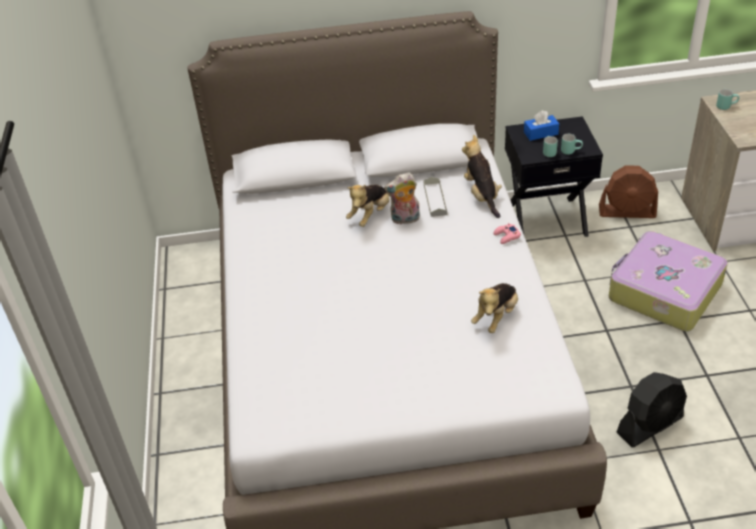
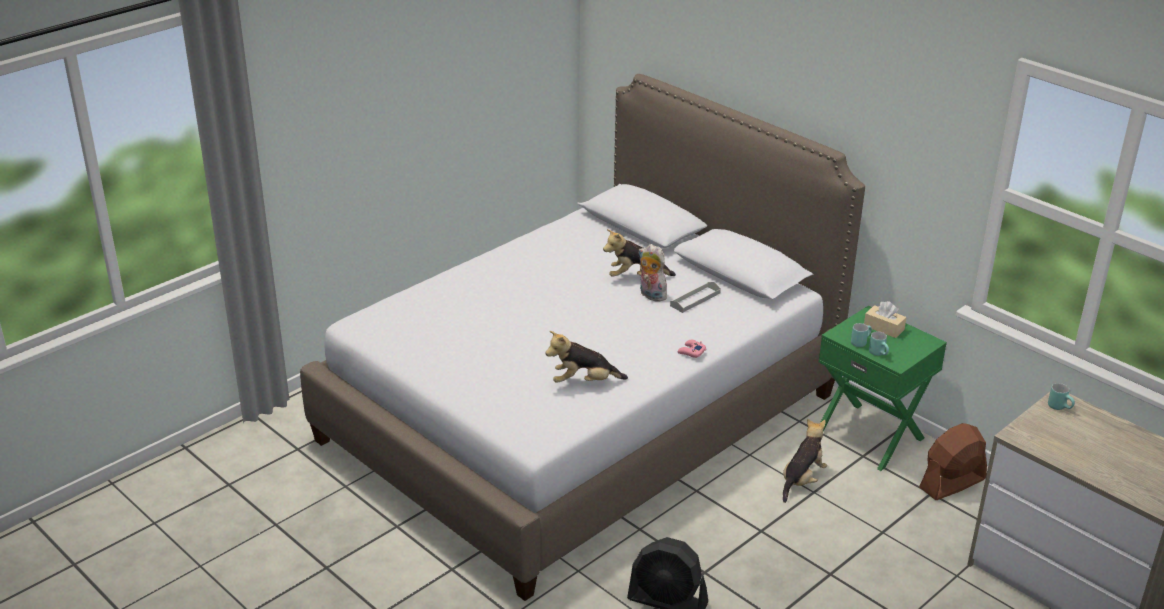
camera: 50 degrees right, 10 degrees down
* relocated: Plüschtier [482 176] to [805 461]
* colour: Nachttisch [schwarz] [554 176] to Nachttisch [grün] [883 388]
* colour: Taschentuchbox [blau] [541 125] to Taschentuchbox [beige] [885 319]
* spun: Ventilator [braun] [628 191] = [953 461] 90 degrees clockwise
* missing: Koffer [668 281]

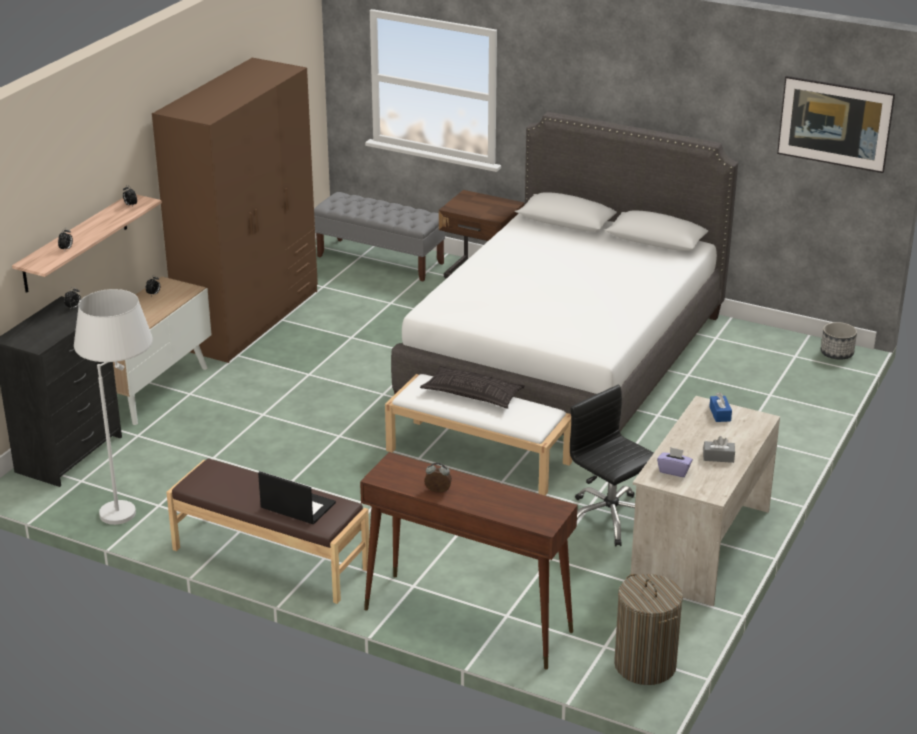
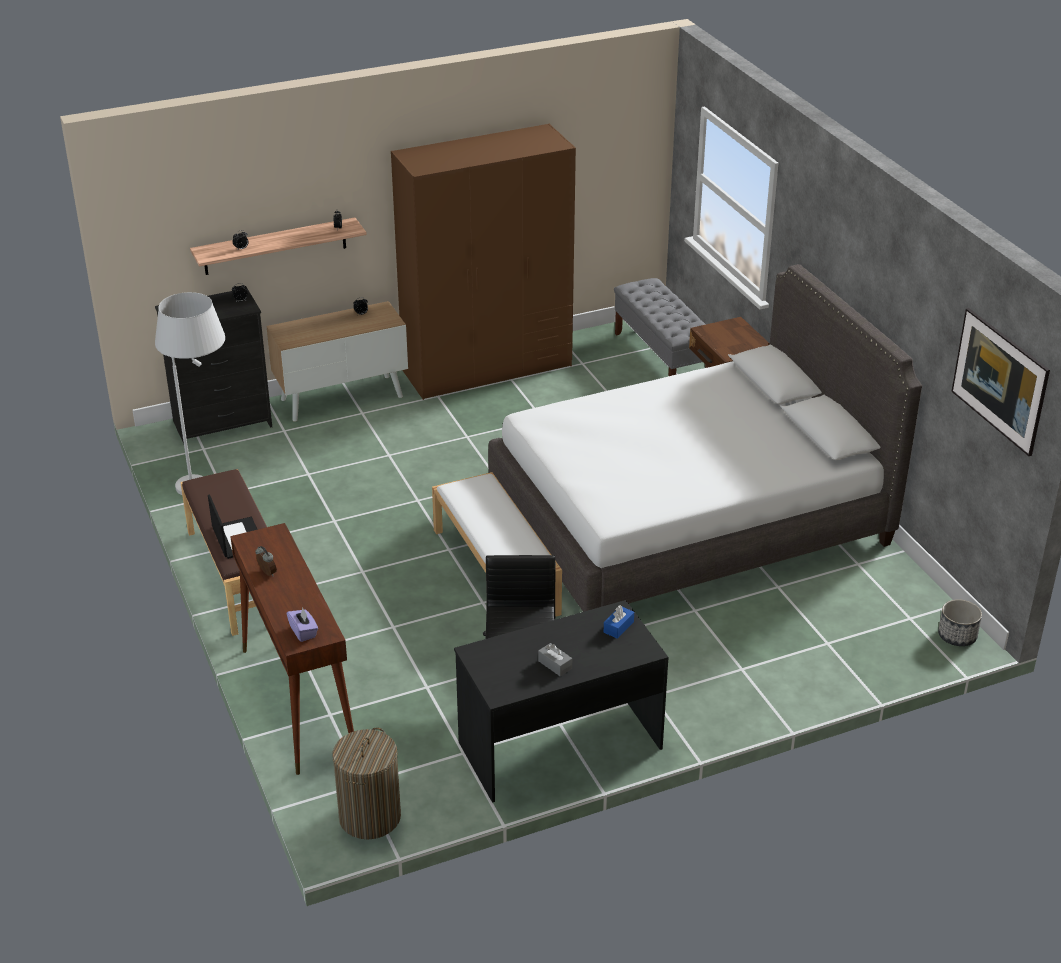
camera: 40 degrees right, 5 degrees up
* missing: Kissen [472 387]
* colour: Schreibtisch [beige] [705 501] to Schreibtisch [schwarz] [561 701]
* relocated: Taschentuchbox [lila] [675 462] to [302 625]

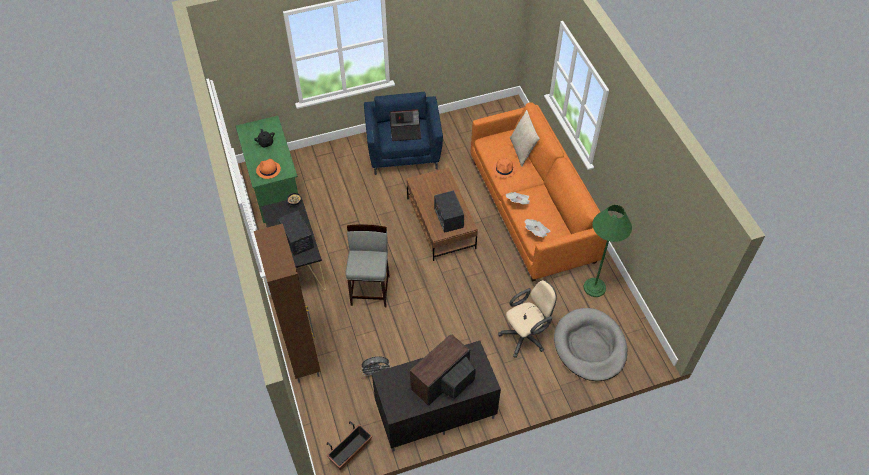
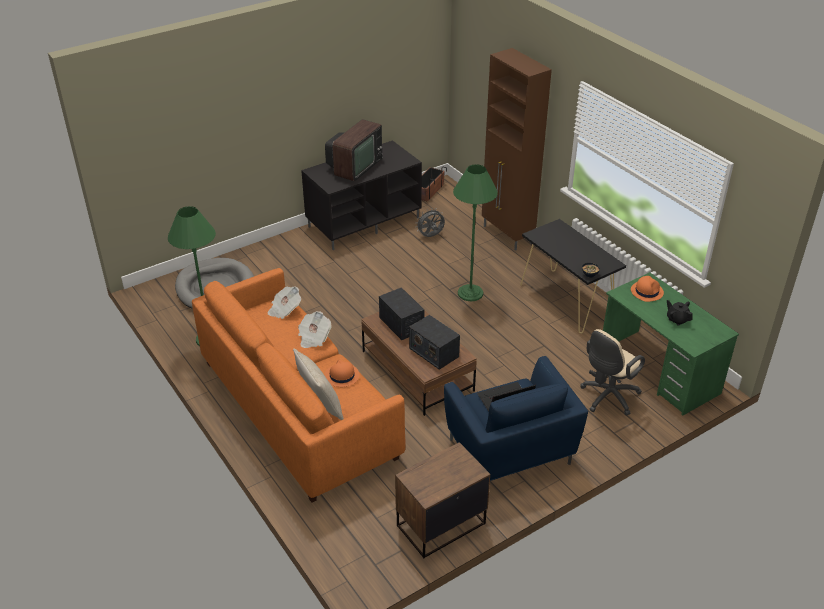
camera: 165 degrees right, 15 degrees down
* relocated: Radio [296 233] to [434 342]
* exchanged: Hocker [grau] [367 266] to Stehlampe [grün] [475 232]
* relocated: Bürostuhl [beige] [527 319] to [612 372]
* appeared: Nachttisch [braun] [442 500]

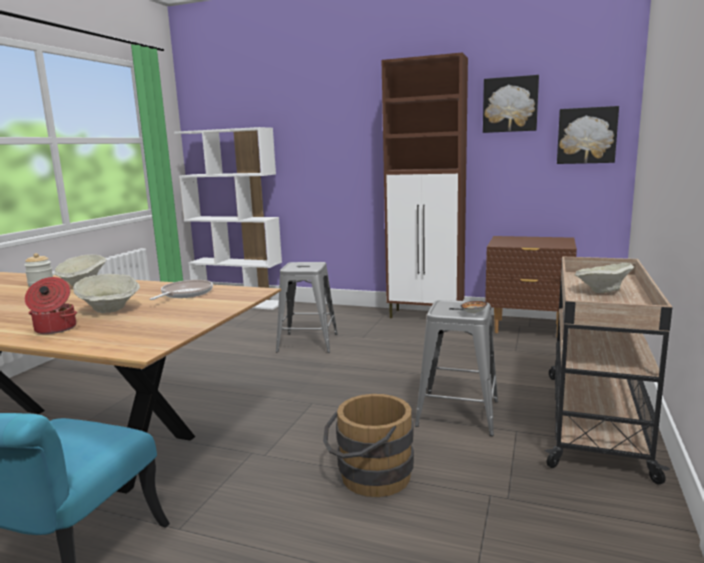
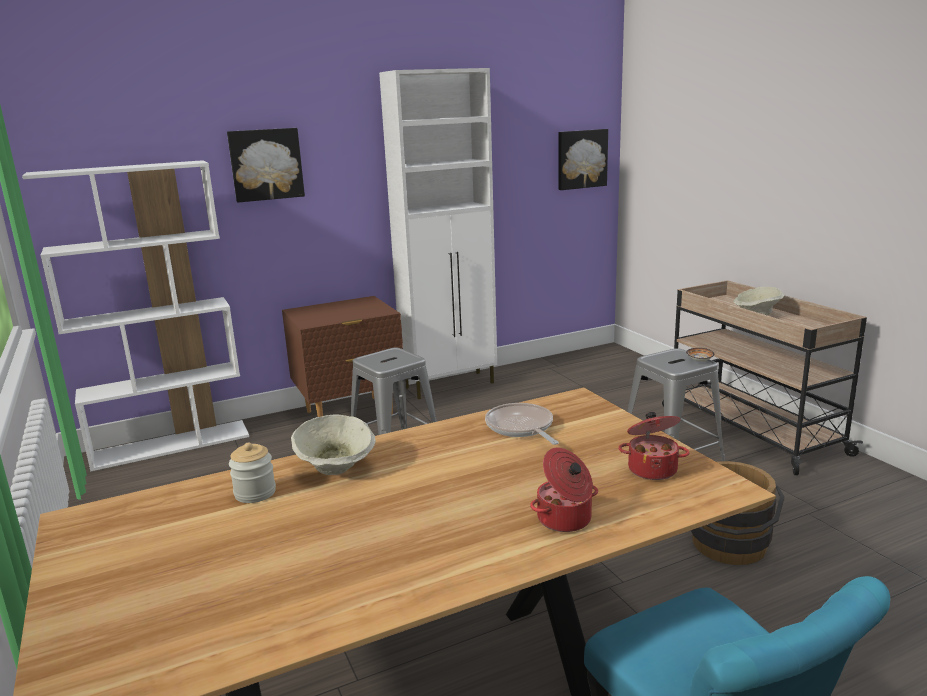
camera: 45 degrees left, 5 degrees up
* missing: Schüssel [beige] [106 293]
* colour: Schrank [braun] [425 185] to Schrank [weiß] [438 233]
* relocated: Bild [511 104] to [266 165]
* relocated: Nachttisch [braun] [531 284] to [342 356]
* appeared: Kochtopf [654 446]

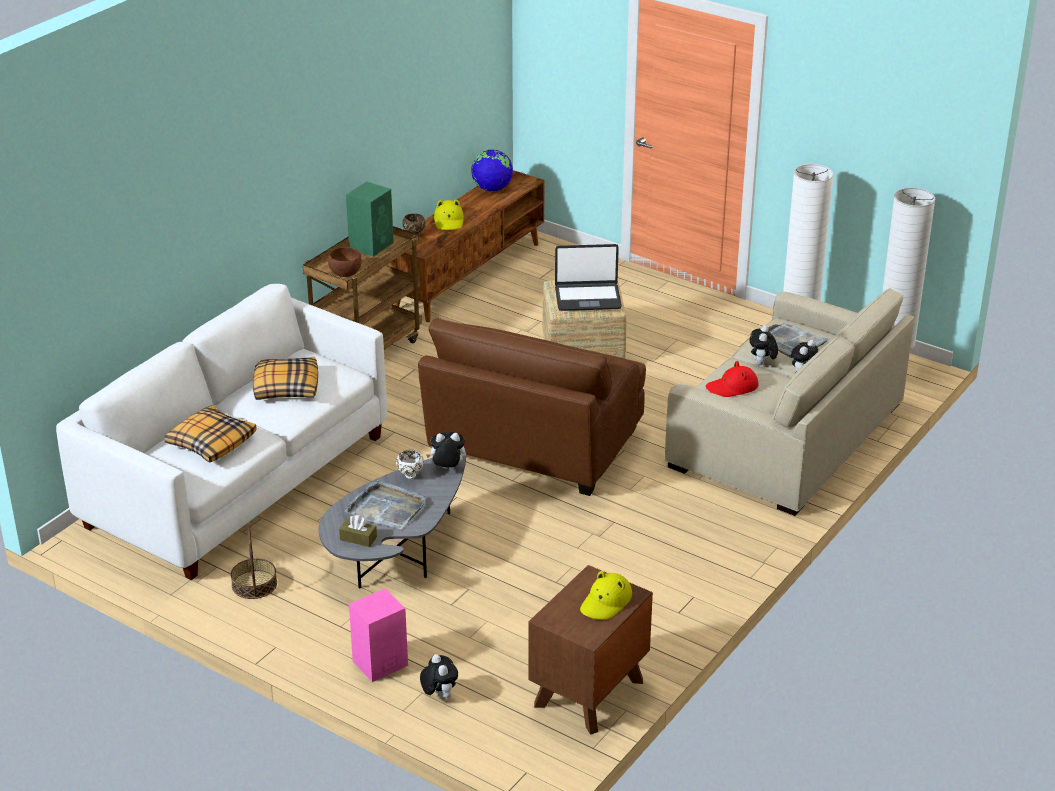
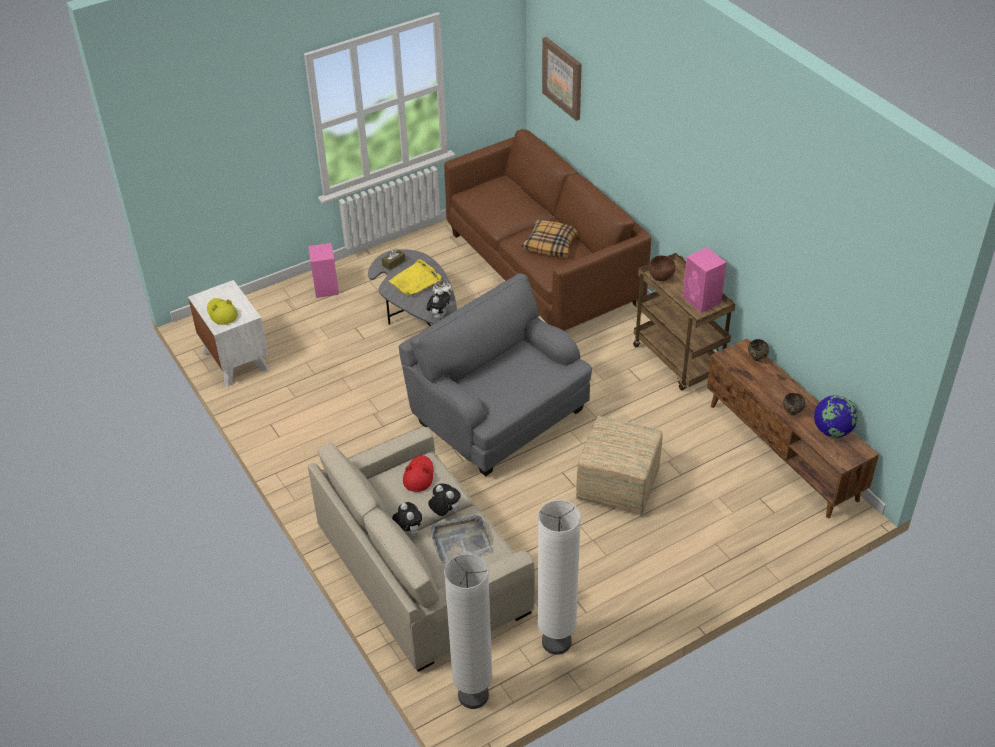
camera: 115 degrees right, 10 degrees up
* colour: Sofa [weiß] [221 432] to Sofa [braun] [547 230]
* missing: Kissen [210 434]
* missing: Korb [253 561]
* colour: Tablett [grau] [385 504] to Tablett [gelb] [415 278]
* colour: Lautsprecher [grün] [370 219] to Lautsprecher [rosa] [704 280]
* colour: Sessel [braun] [532 407] to Sessel [grau] [495 374]
* missing: Plüschtier [439 676]
* missing: Hut [gelb] [449 214]
* colour: Nachttisch [braun] [590 650] to Nachttisch [weiß] [228 333]
* missing: Laptop [588 277]
* appeared: Bild [562 79]
* appeared: Schüssel [braun] [794 404]

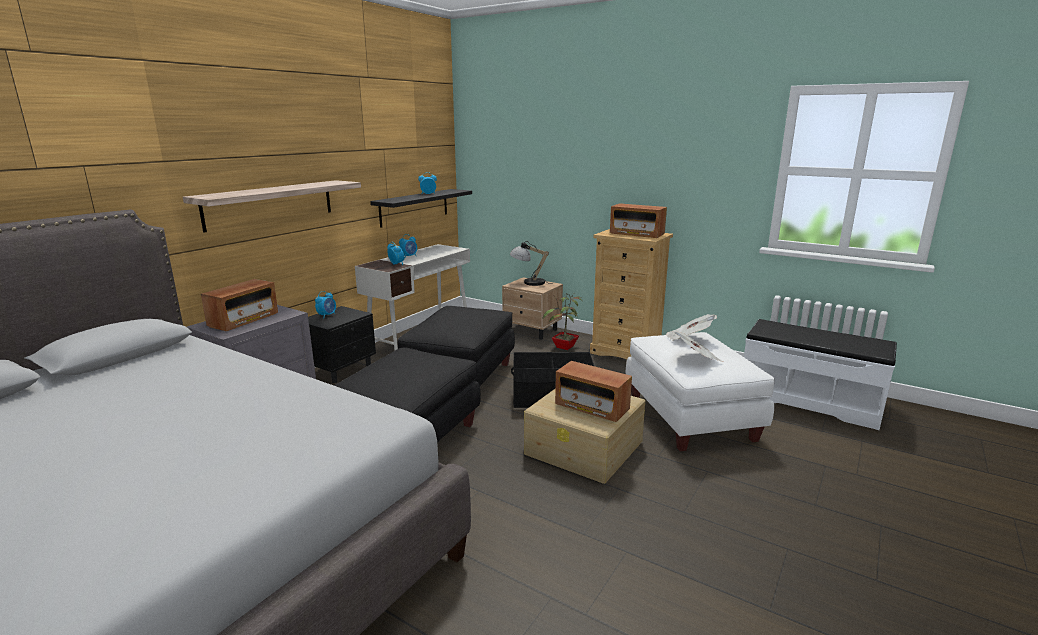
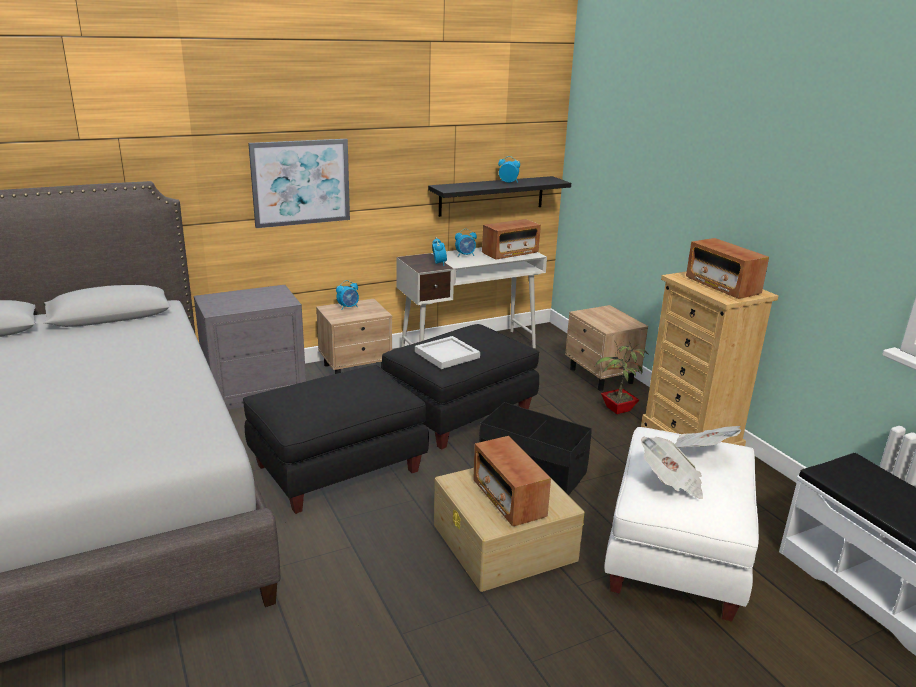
camera: 30 degrees right, 5 degrees up
* exchanged: Wandregal [272 206] to Bild [299 183]
* relocated: Radio [239 305] to [511 239]
* colour: Nachttisch [schwarz] [342 344] to Nachttisch [beige] [354 336]
* missing: Tischlampe [531 263]
* appeared: Tablett [weiß] [447 352]

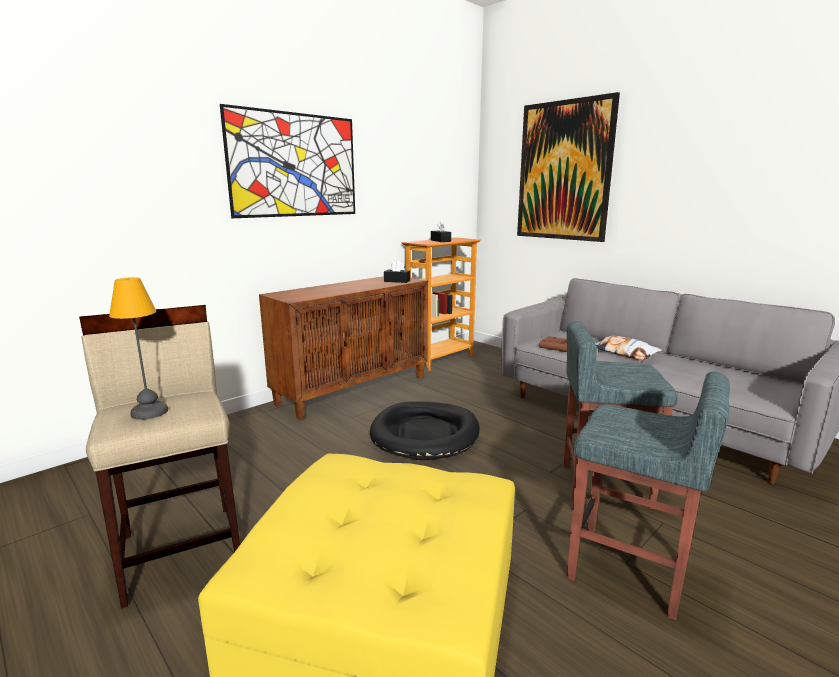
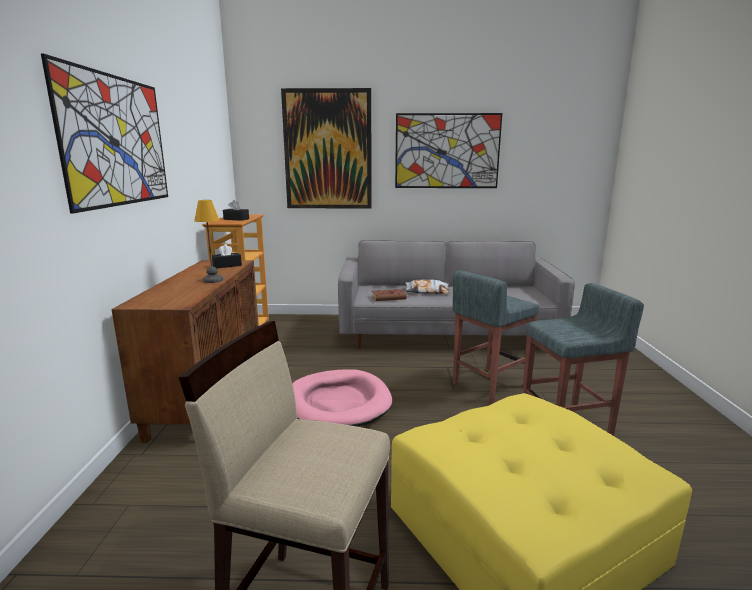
camera: 45 degrees left, 0 degrees up
* relocated: Tischlampe [138 348] to [208 241]
* colour: Hundebett [schwarz] [425 430] to Hundebett [rosa] [342 397]
* appeared: Bild [448 150]

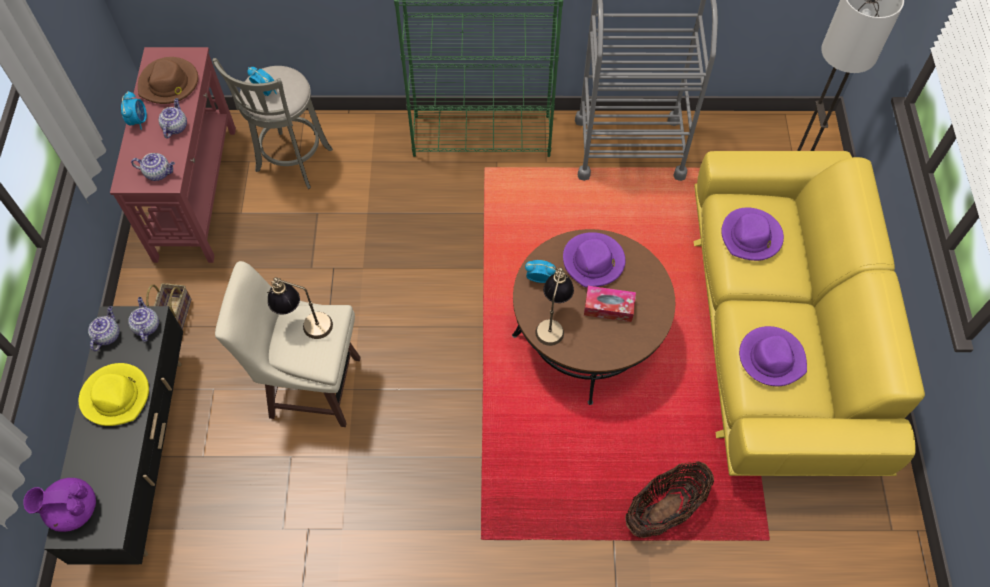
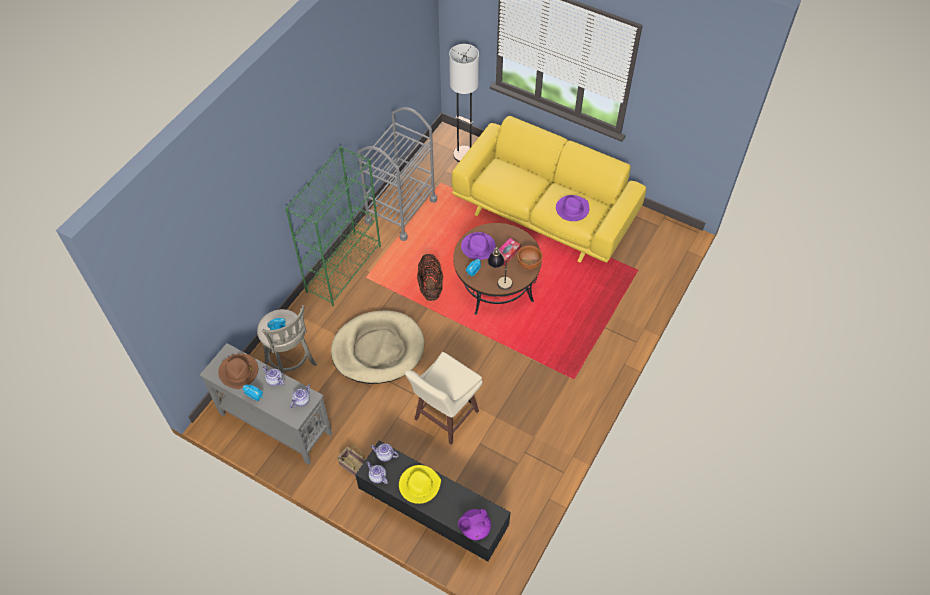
camera: 60 degrees left, 5 degrees down
* spun: Teekanne [lila] [59 505] = [474 524] 45 degrees clockwise
* colour: Konsolentisch [rot] [173 155] to Konsolentisch [grau] [266 404]
* missing: Tischlampe [300 308]
* relocated: Korb [669 499] to [430 277]
* missing: Hut [lila] [752 234]
* appeared: Hundebett [beige] [377 347]
* appeared: Schüssel [braun] [530 258]

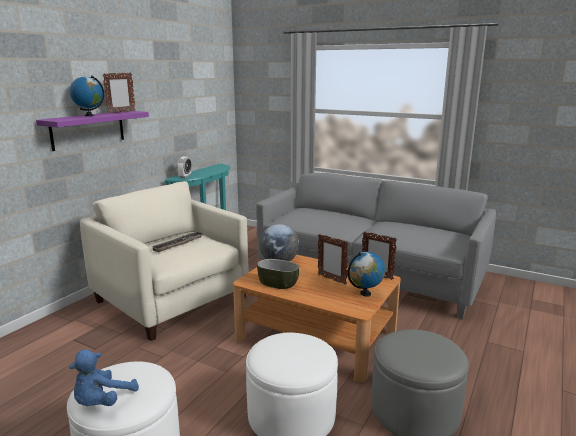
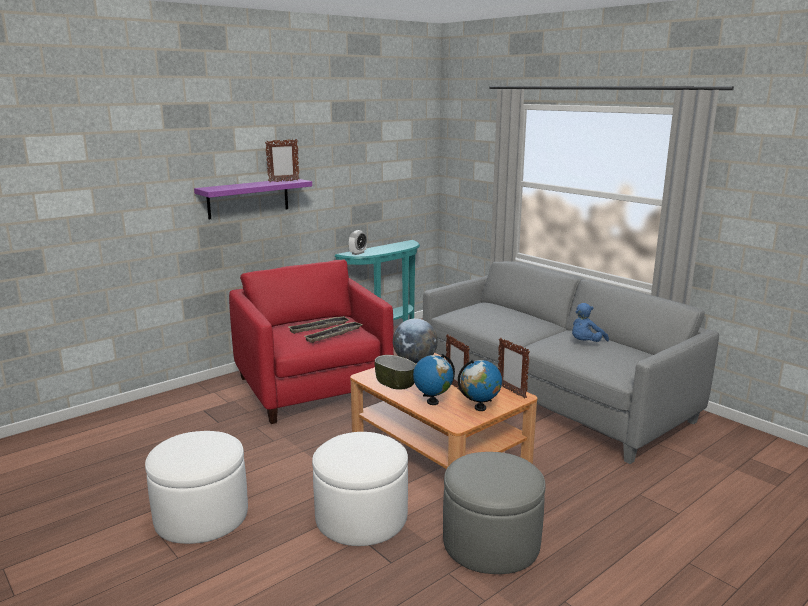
camera: 20 degrees right, 0 degrees up
* relocated: Plüschtier [blau] [104 377] to [590 322]
* relocated: Globus [87 95] to [434 379]
* colour: Sessel [beige] [164 261] to Sessel [rot] [311 342]
* appeared: Tablett [334 332]

